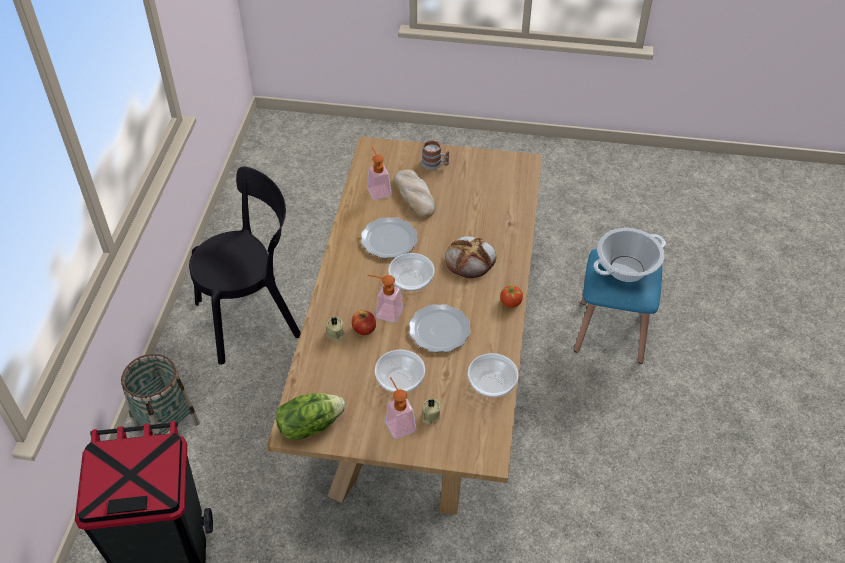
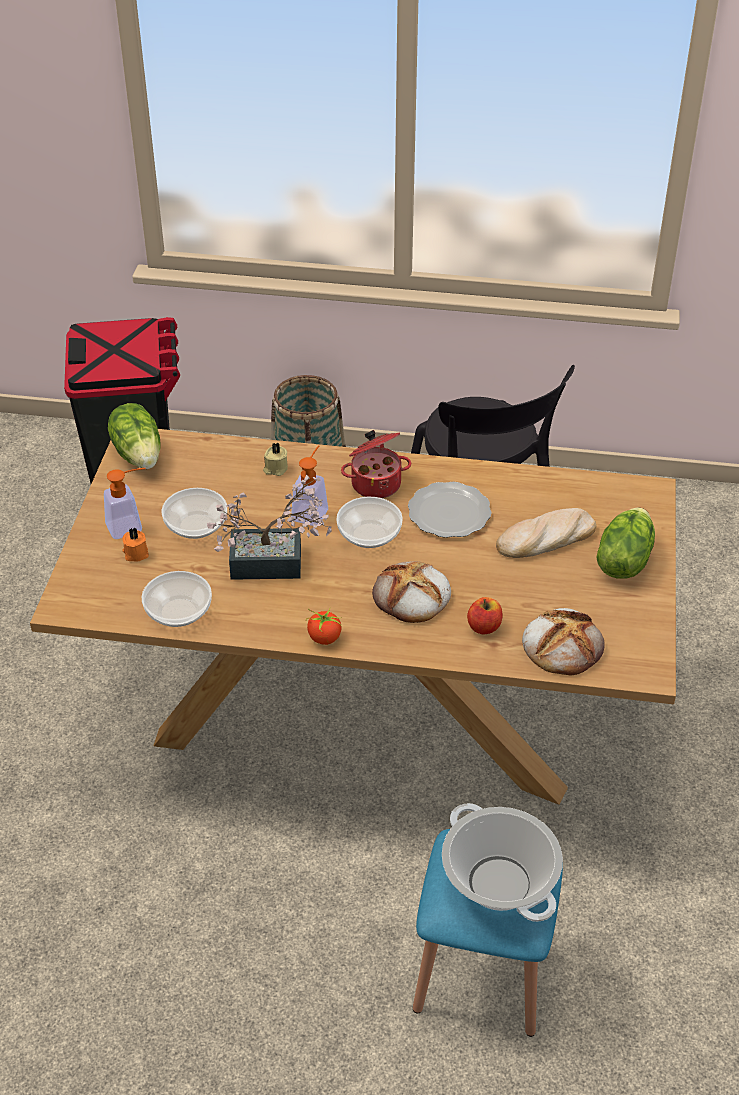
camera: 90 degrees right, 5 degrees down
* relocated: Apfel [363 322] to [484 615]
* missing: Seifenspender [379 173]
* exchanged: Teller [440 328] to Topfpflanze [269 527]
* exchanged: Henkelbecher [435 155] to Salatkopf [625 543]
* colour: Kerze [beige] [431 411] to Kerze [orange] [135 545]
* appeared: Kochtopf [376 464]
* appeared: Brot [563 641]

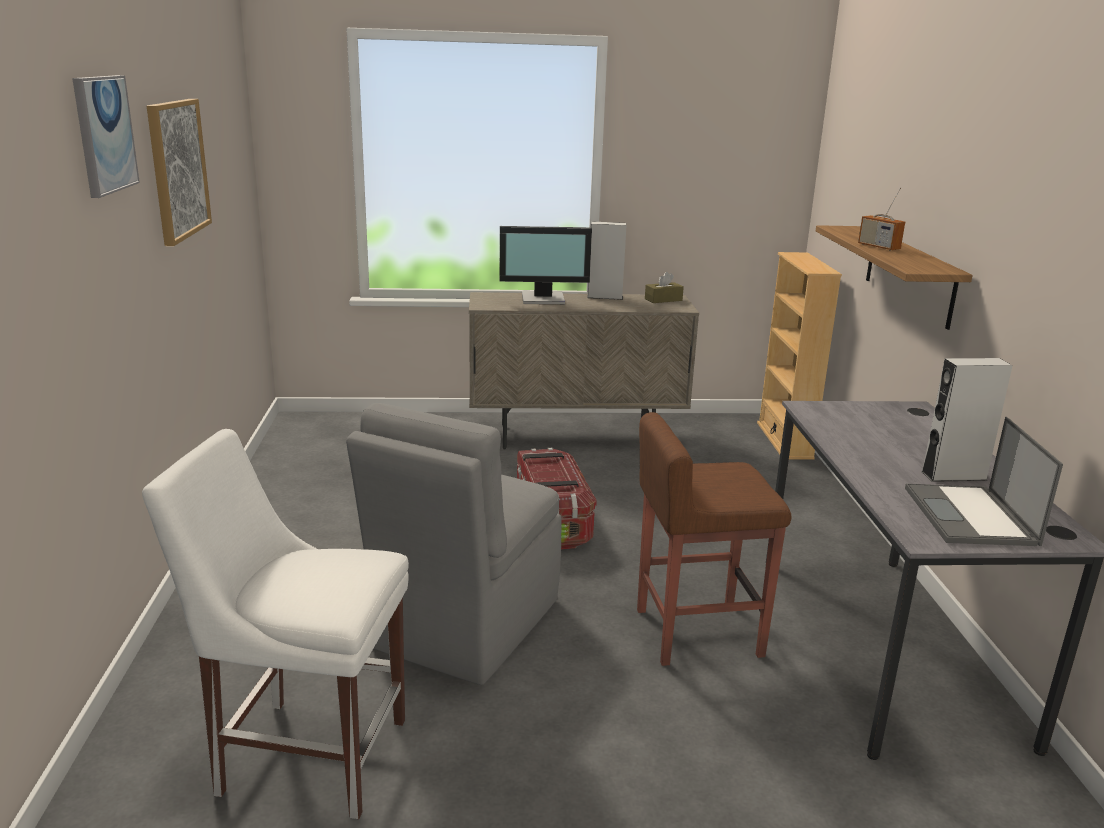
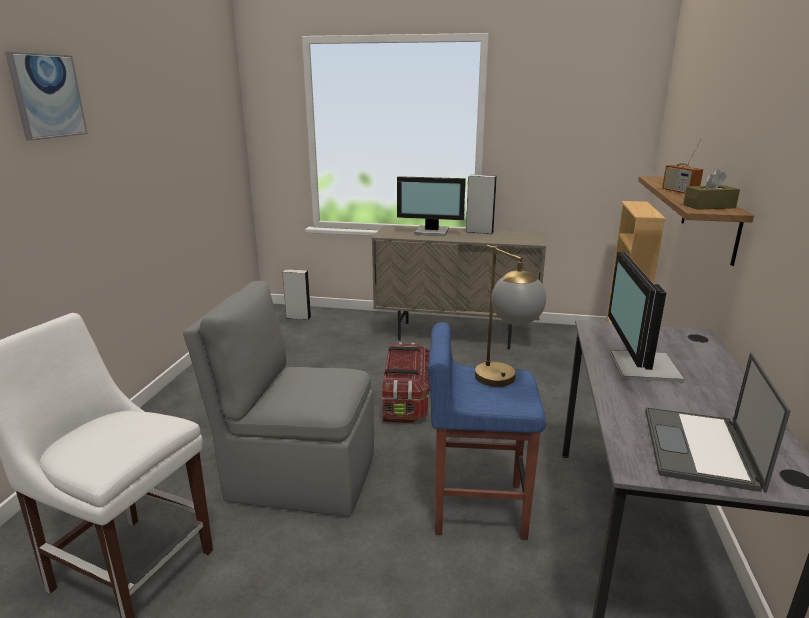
camera: 15 degrees right, 0 degrees up
* missing: Bild [179 172]
* spun: Stuhl [grau] [453 544] = [278 399] 60 degrees clockwise
* colour: Hocker [braun] [714 539] to Hocker [blau] [487 431]
* relocated: Taschentuchbox [braun] [664 287] to [711 189]
* relocated: Lautsprecher [grau] [967 420] to [296 294]
* appeared: Tischlampe [510 316]
* appeared: Monitor [646 317]

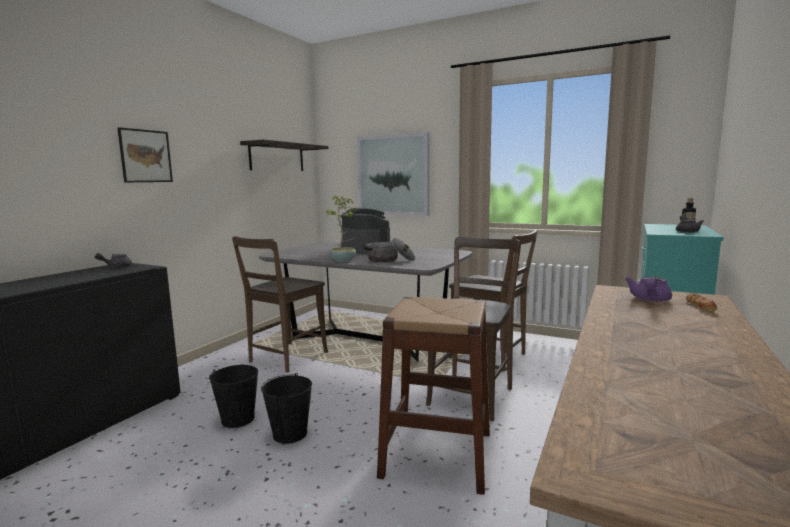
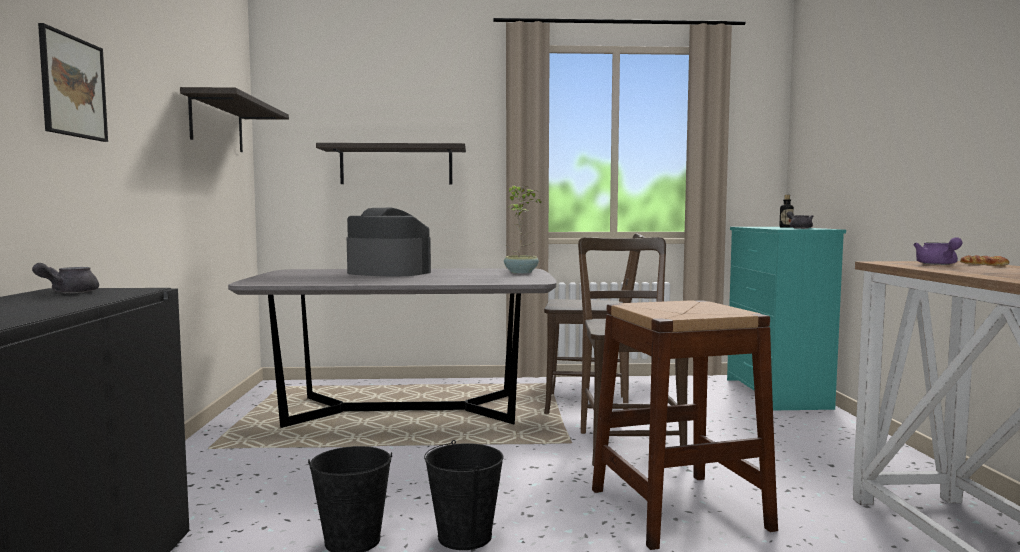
camera: 30 degrees left, 5 degrees down
* missing: Stuhl [braun] [280 304]
* relocated: Topfpflanze [341 228] to [522 229]
* exchanged: Bild [393 174] to Wandregal [391 163]
* missing: Kochtopf [389 250]

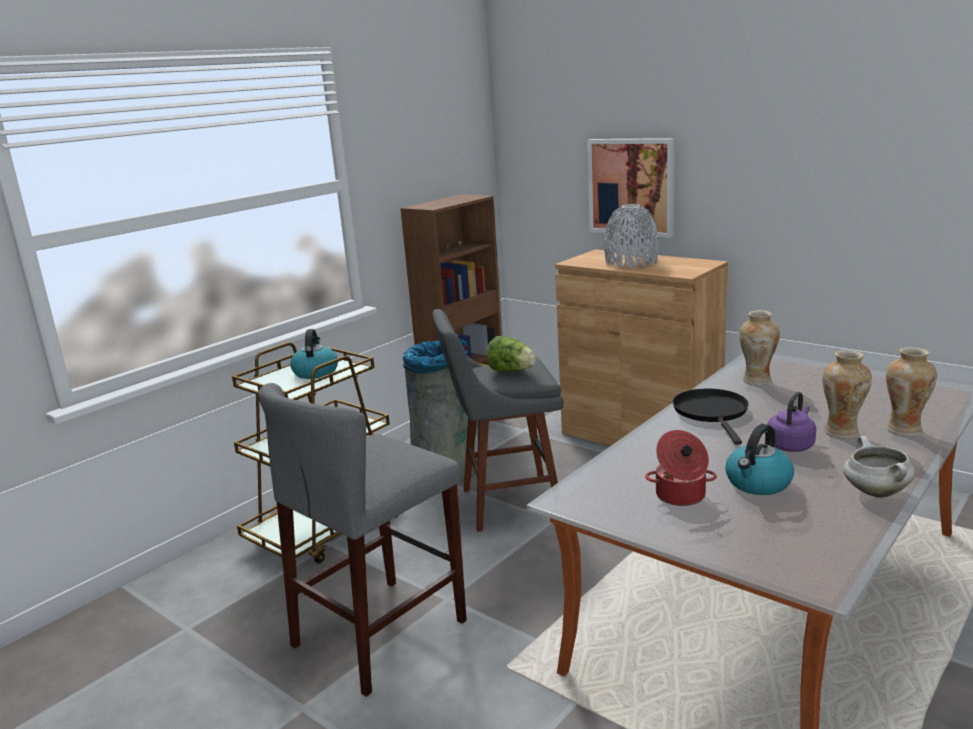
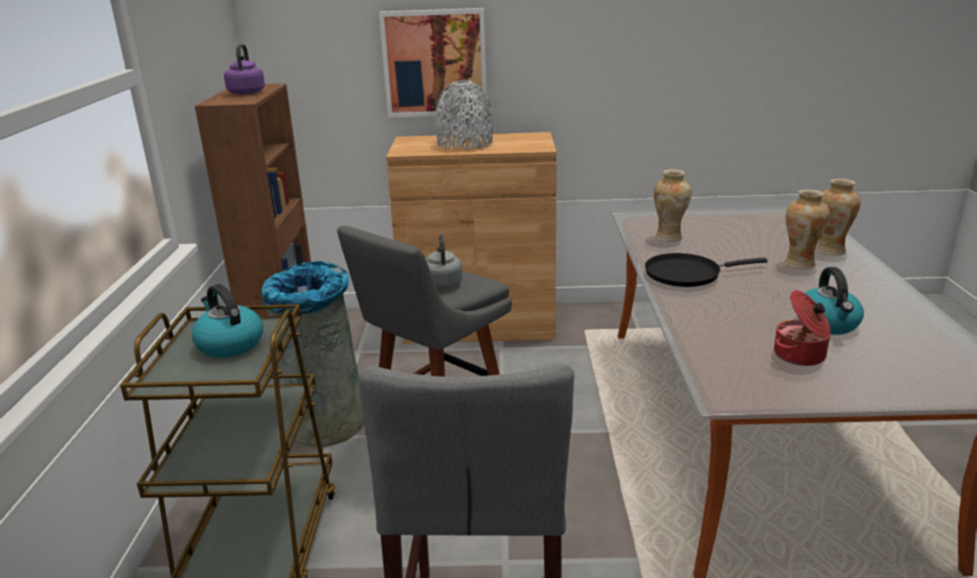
camera: 40 degrees left, 5 degrees up
* exchanged: Salatkopf [511 354] to Wasserkessel [grau] [444 261]
* spun: Pfanne [schwarz] [711 416] = [706 270] 60 degrees counterclockwise
* relocated: Wasserkessel [lila] [791 422] to [244 69]
* missing: Kochtopf [weiß] [879 467]

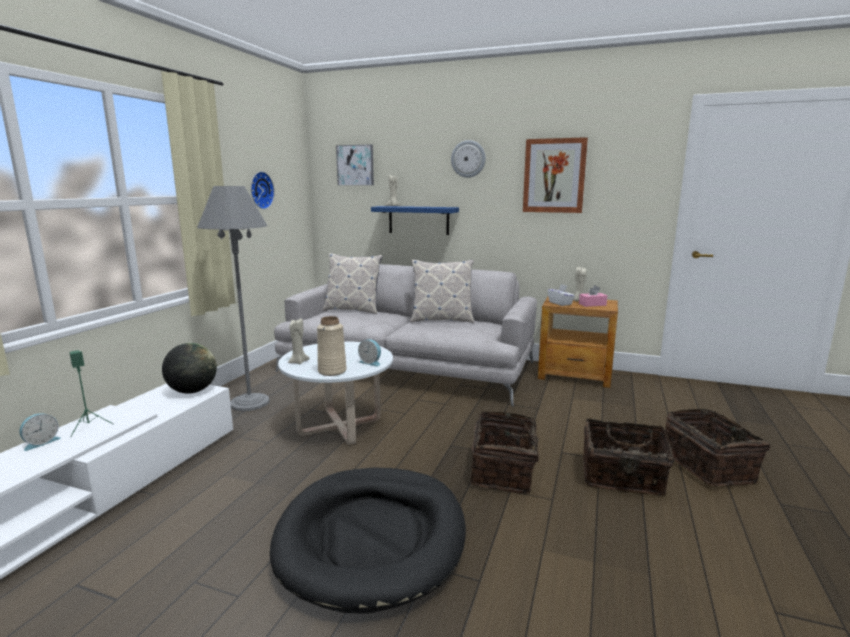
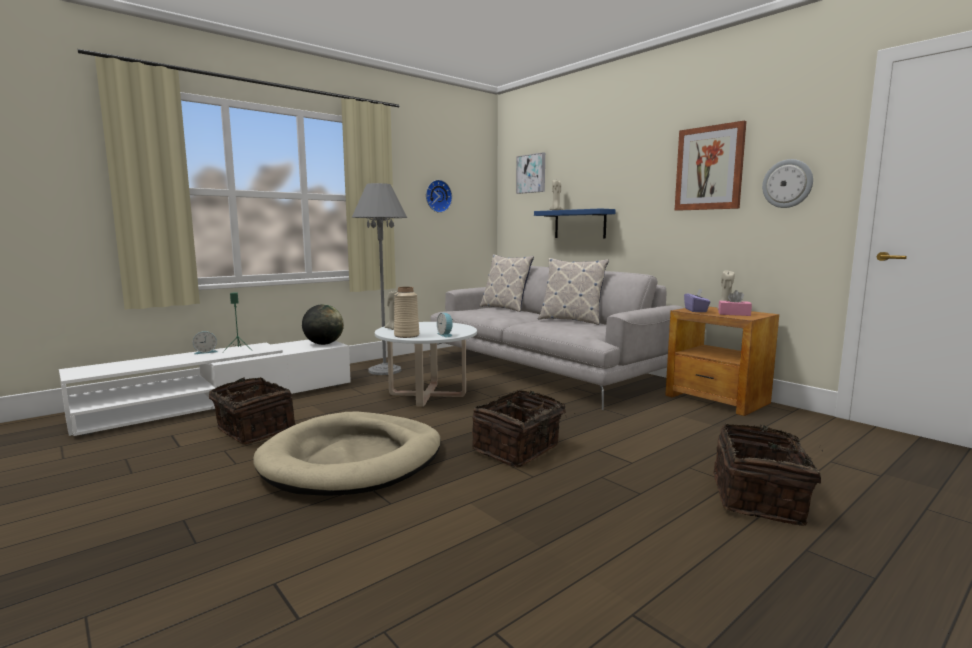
camera: 30 degrees right, 5 degrees down
* colour: Hundebett [schwarz] [368 540] to Hundebett [beige] [347 453]
* relocated: Wanduhr [468 159] to [787 183]
* colour: Taschentuchbox [weiß] [561 295] to Taschentuchbox [lila] [697 300]
* relocated: Korb [629 457] to [252 411]

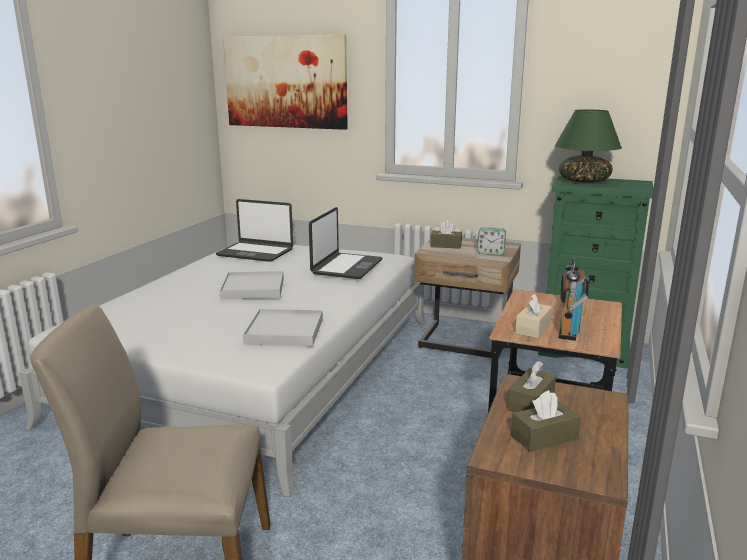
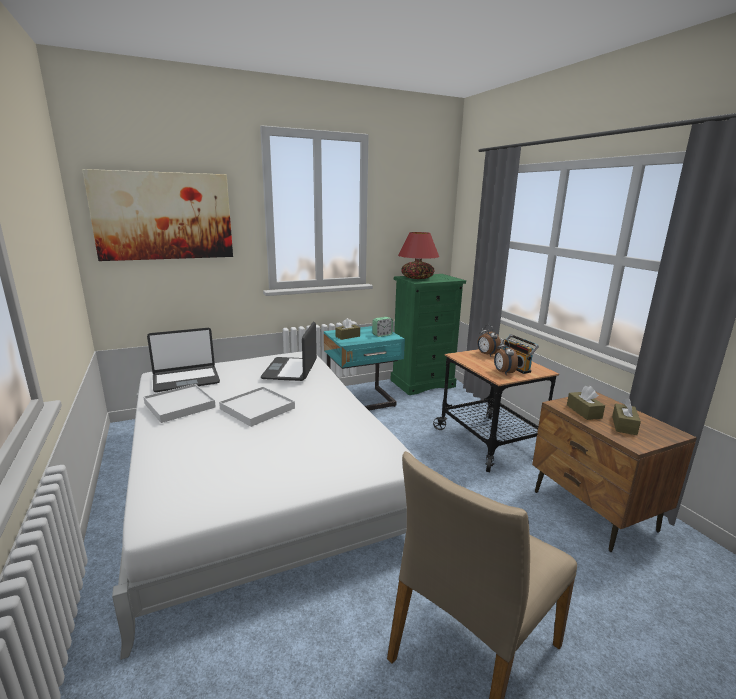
camera: 45 degrees left, 0 degrees up
* relocated: Tablett [weiß] [283 327] to [179 403]
* spun: Laptop [345 243] = [289 351] 150 degrees counterclockwise
* colour: Nachttisch [beige] [467 298] to Nachttisch [türkis] [364 368]
* exchanged: Taschentuchbox [beige] [533 315] to Wecker [506 357]
* colour: Tischlampe [grün] [588 146] to Tischlampe [rot] [418 255]

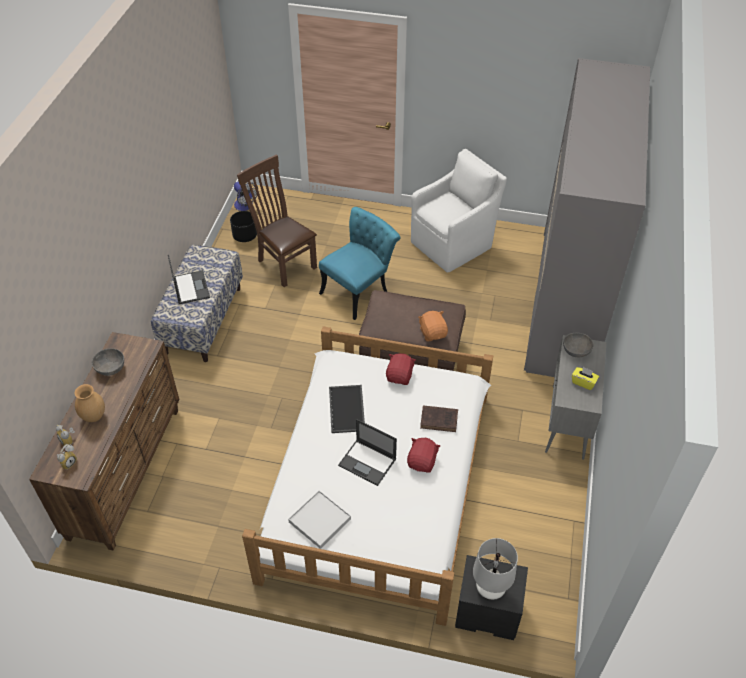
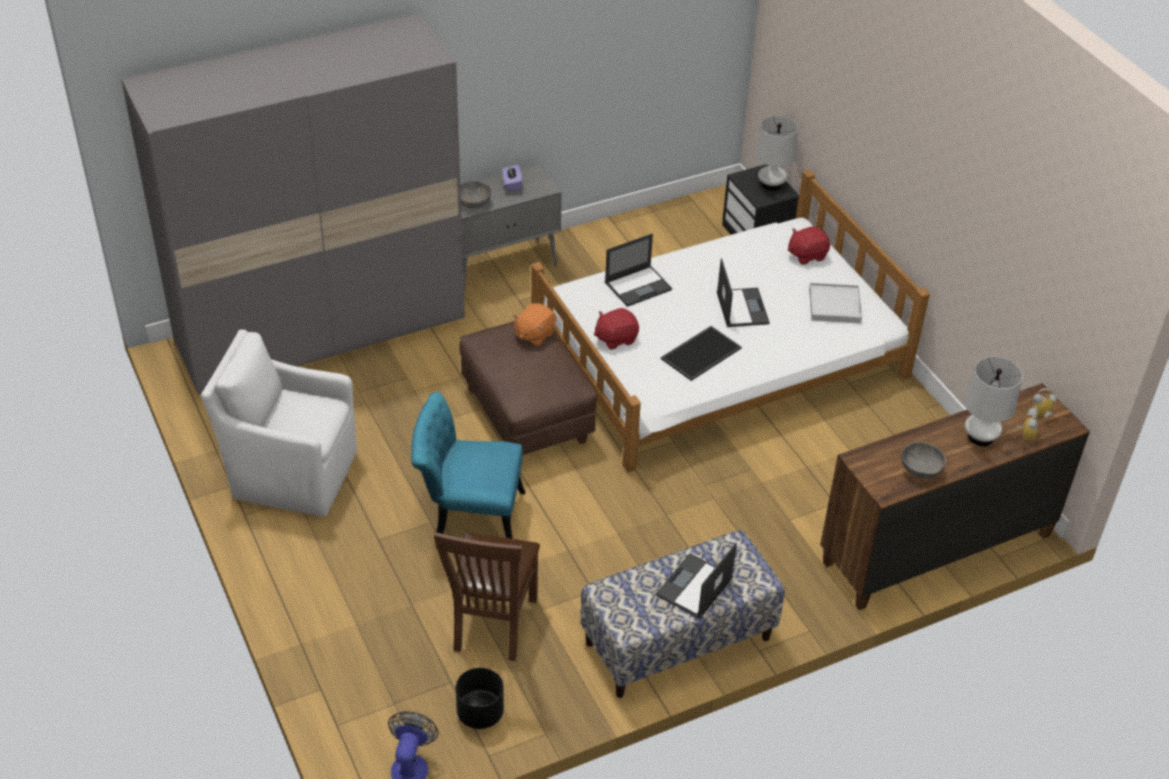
camera: 130 degrees left, 5 degrees down
* exchanged: Vase [braun] [89 403] to Tischlampe [weiß] [993 401]
* relocated: Plüschtier [rot] [423 455] to [809 245]
* exchanged: Buch [braun] [439 418] to Laptop [638 270]
* colour: Taschentuchbox [gelb] [585 378] to Taschentuchbox [lila] [512 178]

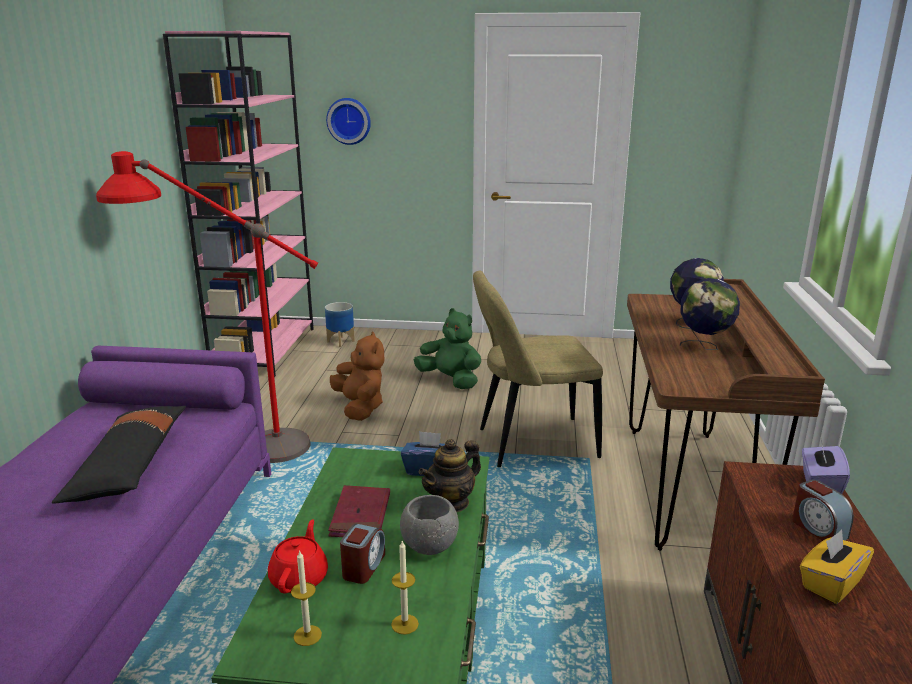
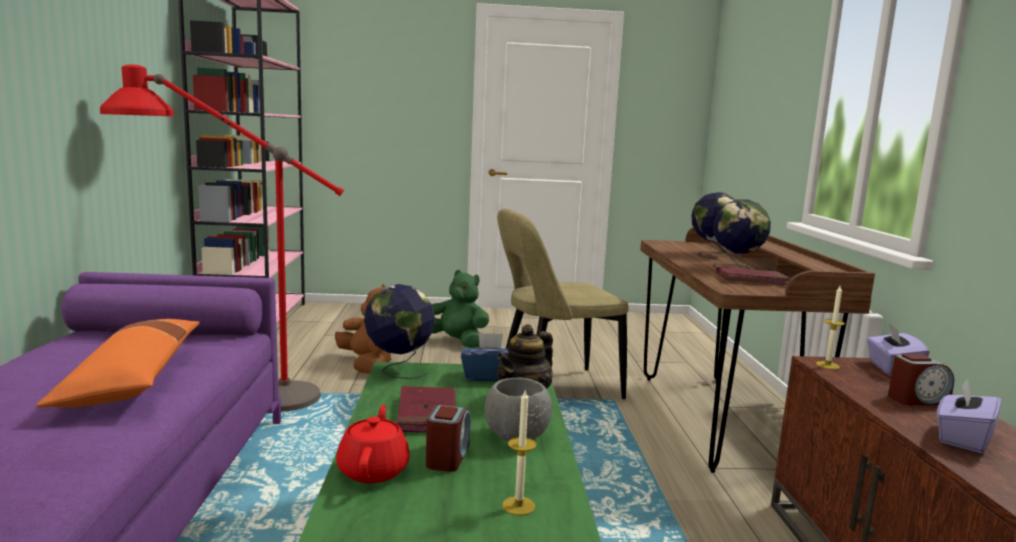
camera: 10 degrees left, 10 degrees down
* colour: Kissen [schwarz] [119 455] to Kissen [orange] [118 363]
* relocated: Kerze [306 598] to [830 327]
* missing: Pflanzkübel [340 324]
* missing: Wanduhr [348 121]
* spun: Wecker [823 510] = [921 379] 60 degrees counterclockwise
* colour: Taschentuchbox [gelb] [837 567] to Taschentuchbox [lila] [969 415]
* appeared: Globus [399 331]
* appeared: Buch [rot] [753 276]

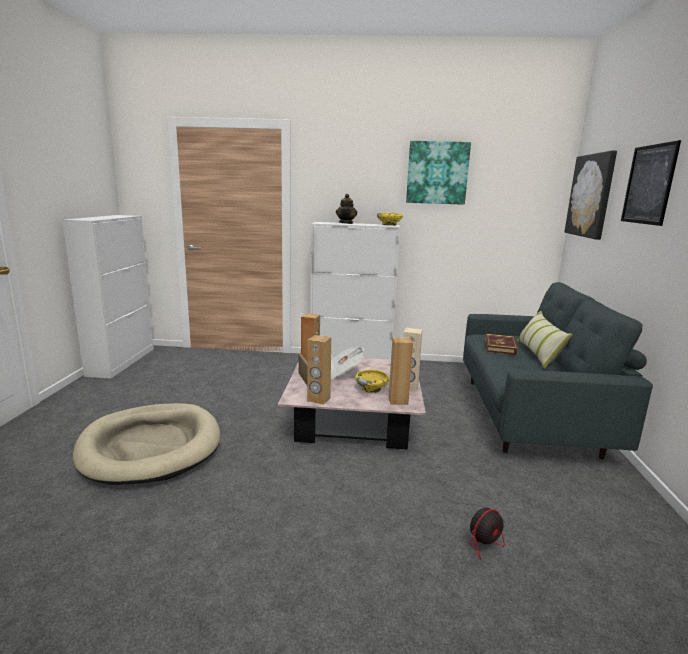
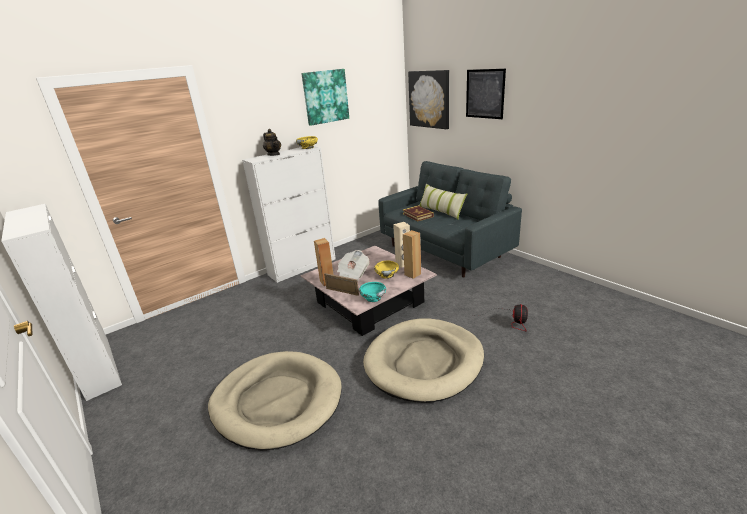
camera: 40 degrees left, 10 degrees up
* exchanged: Lautsprecher [braun] [319 370] to Schüssel [türkis] [372 292]
* appeared: Hundebett [beige] [423 360]

